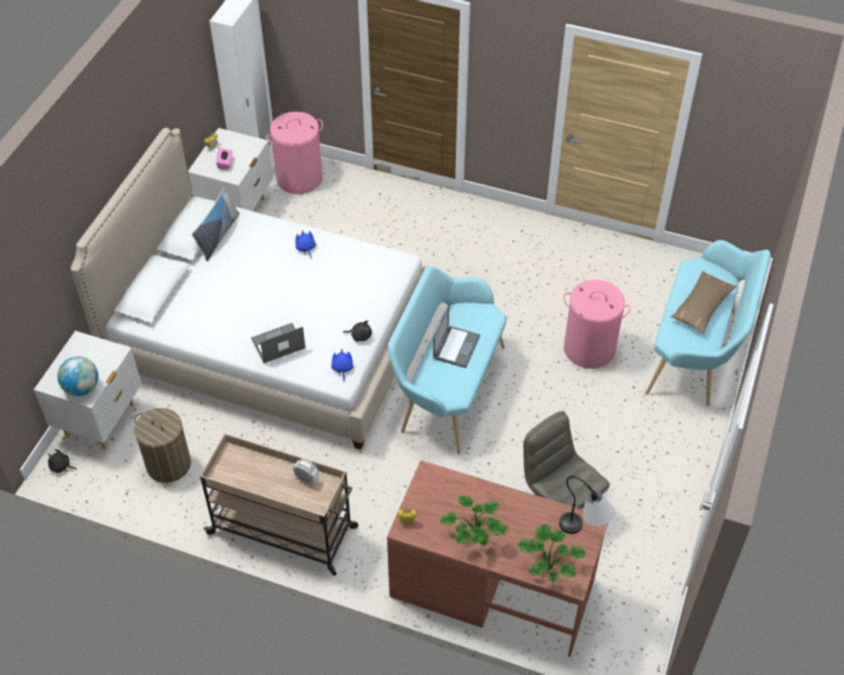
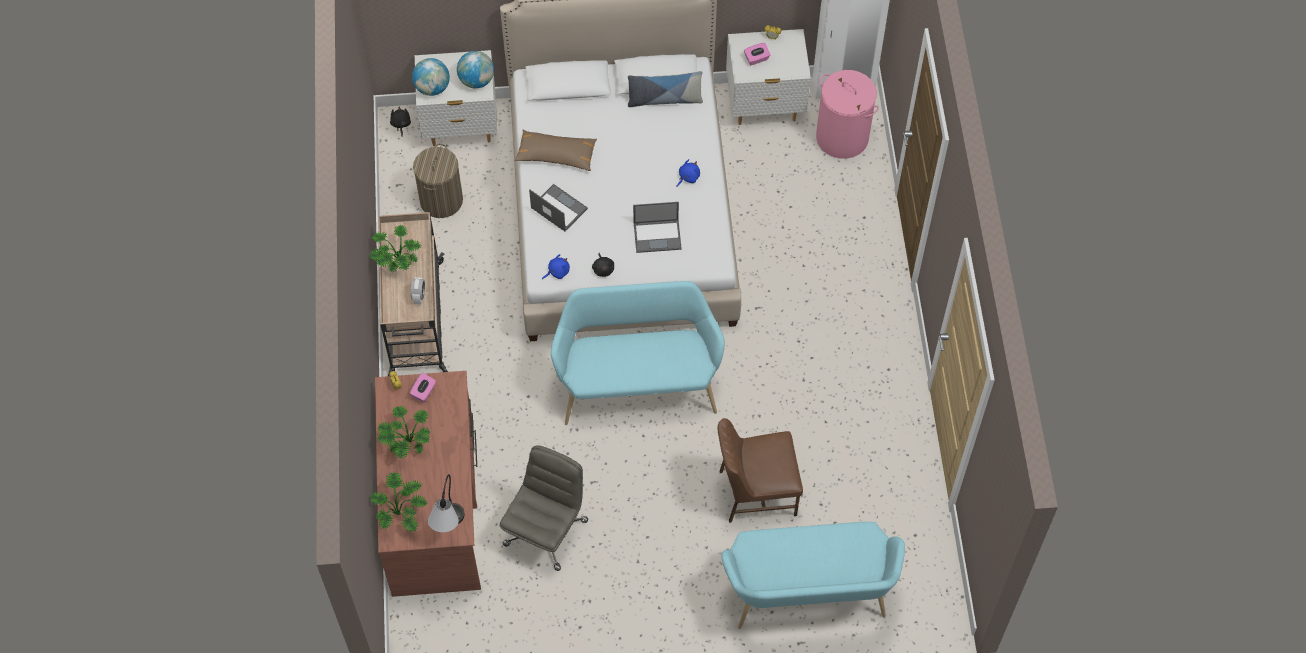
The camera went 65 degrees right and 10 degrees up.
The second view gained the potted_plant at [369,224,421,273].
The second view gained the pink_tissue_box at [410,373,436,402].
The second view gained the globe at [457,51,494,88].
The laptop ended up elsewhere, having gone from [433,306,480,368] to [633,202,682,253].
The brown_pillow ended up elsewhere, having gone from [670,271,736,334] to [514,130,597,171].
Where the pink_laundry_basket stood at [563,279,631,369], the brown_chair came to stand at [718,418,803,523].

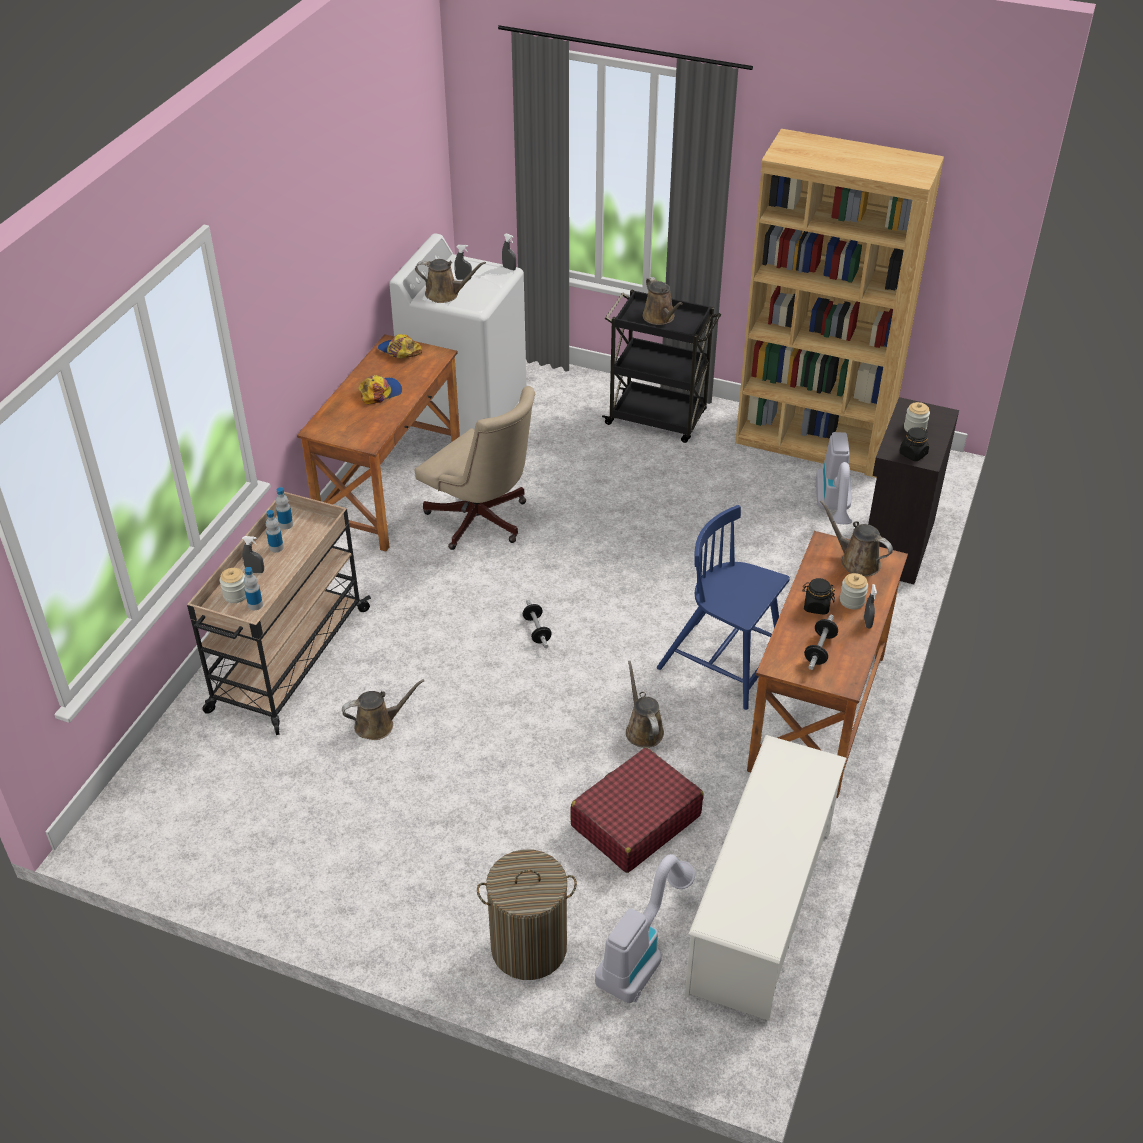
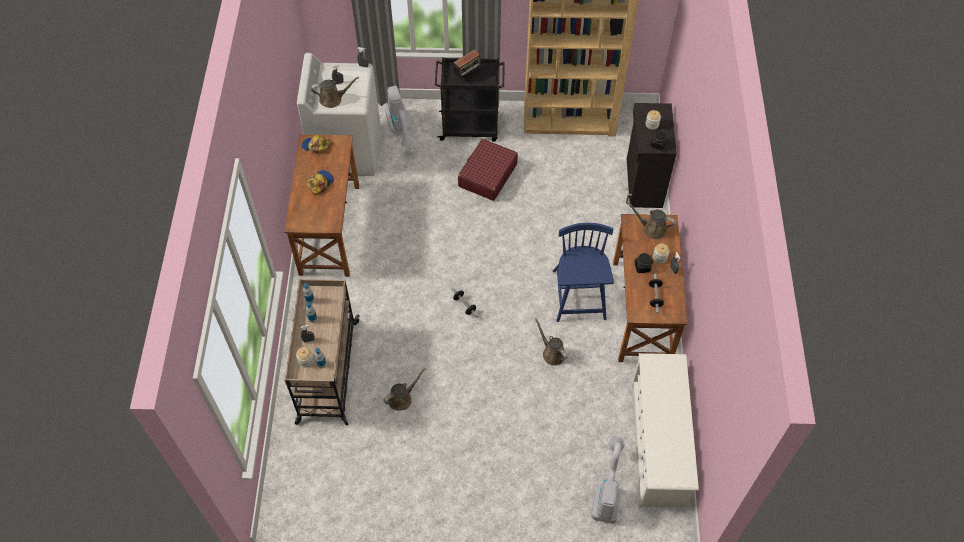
The camera went 20 degrees left and 15 degrees up.
The second view lost the beige_office_chair at [415,386,535,550].
The second view lost the laundry_basket at [477,849,577,980].
The red_suitcase ended up elsewhere, having gone from [570,747,704,873] to [458,139,518,201].
The vacuum_cleaner ended up elsewhere, having gone from [815,432,852,524] to [385,86,414,147].
Where the brown_watering_can stood at [643,277,683,325], the radio came to stand at [454,49,481,78].
The blue_chair at [657,505,790,710] ended up facing another way, 75 degrees clockwise from before.

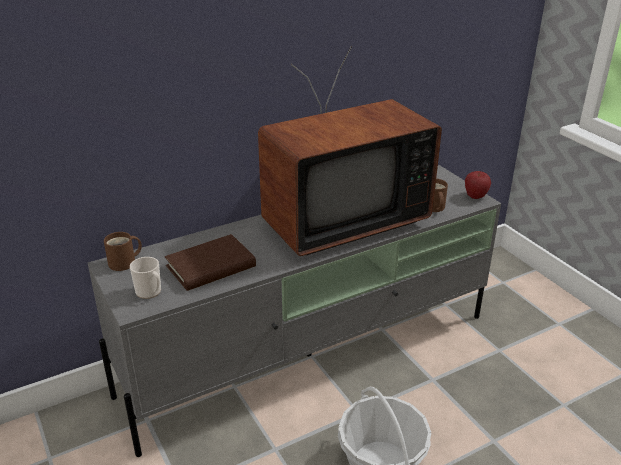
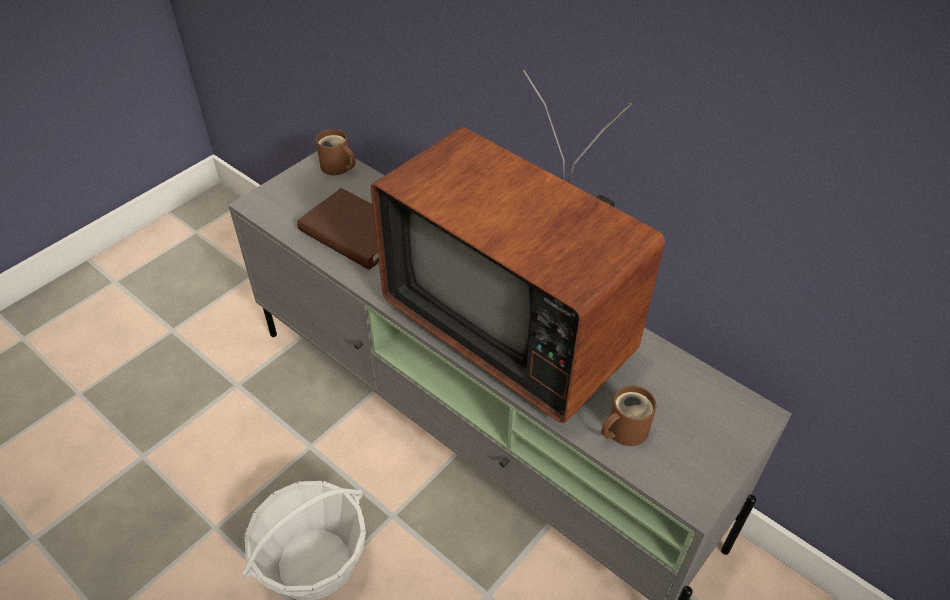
The camera went 70 degrees right and 15 degrees up.
The second view lost the mug at [130,257,161,299].
The second view lost the apple at [465,171,491,199].

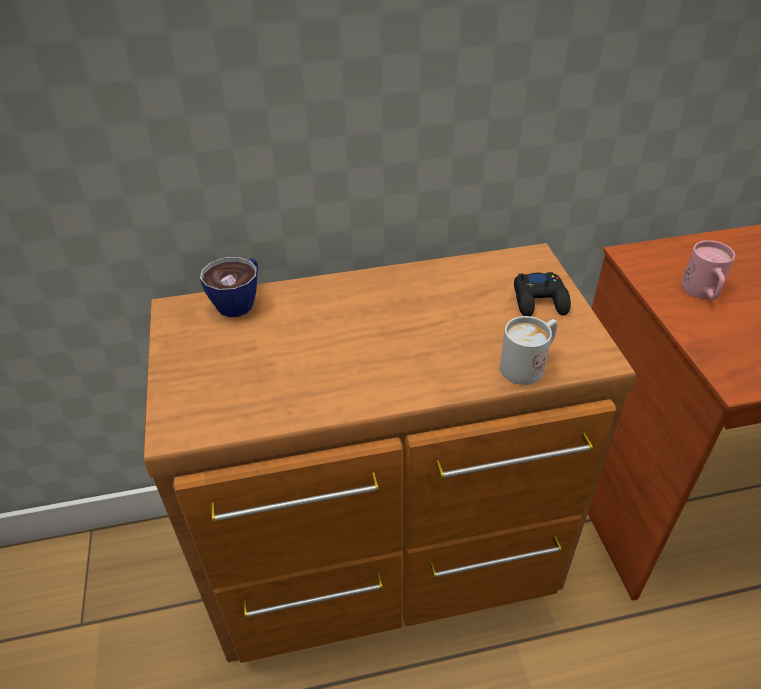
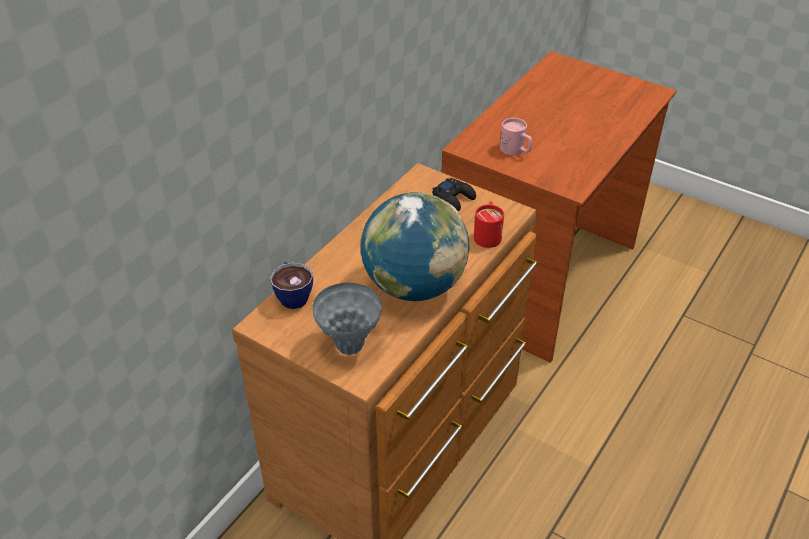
The camera went 45 degrees left and 0 degrees up.
The second view gained the grey_vase at [312,283,382,355].
The second view gained the globe at [361,192,469,301].
What was the white_mug at [500,316,557,385] turned into the red_mug at [474,201,504,248].

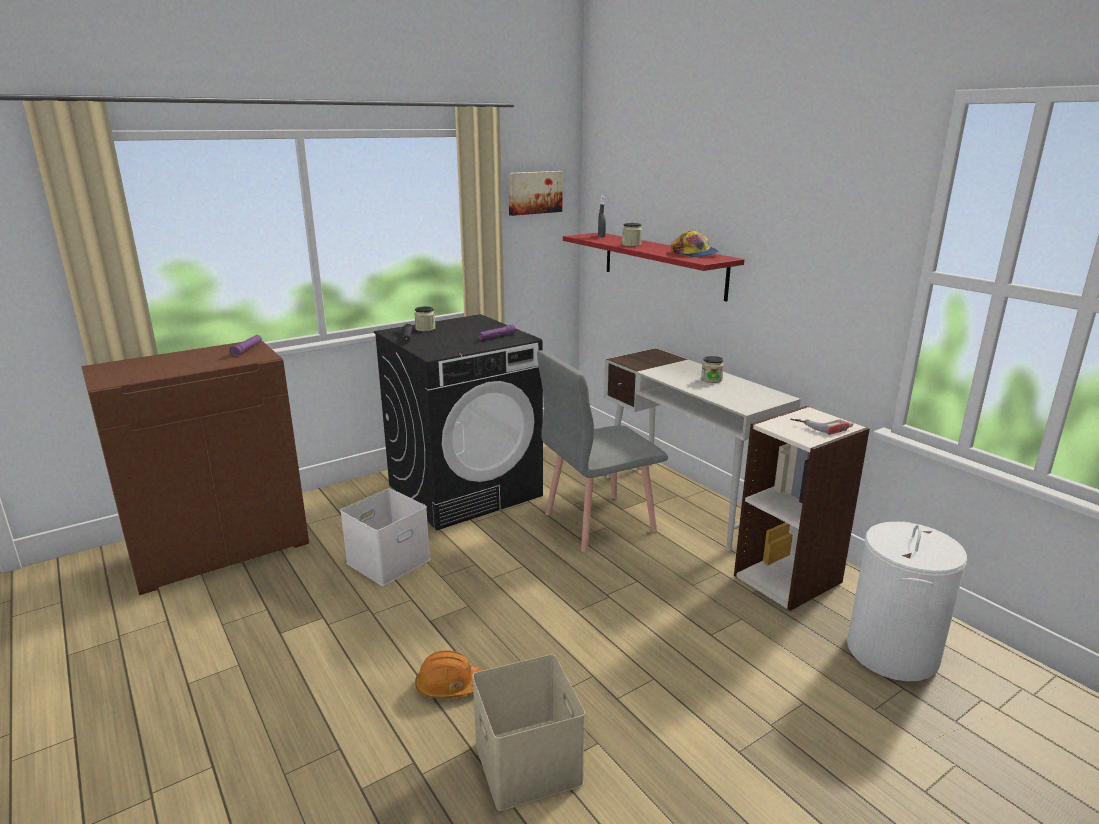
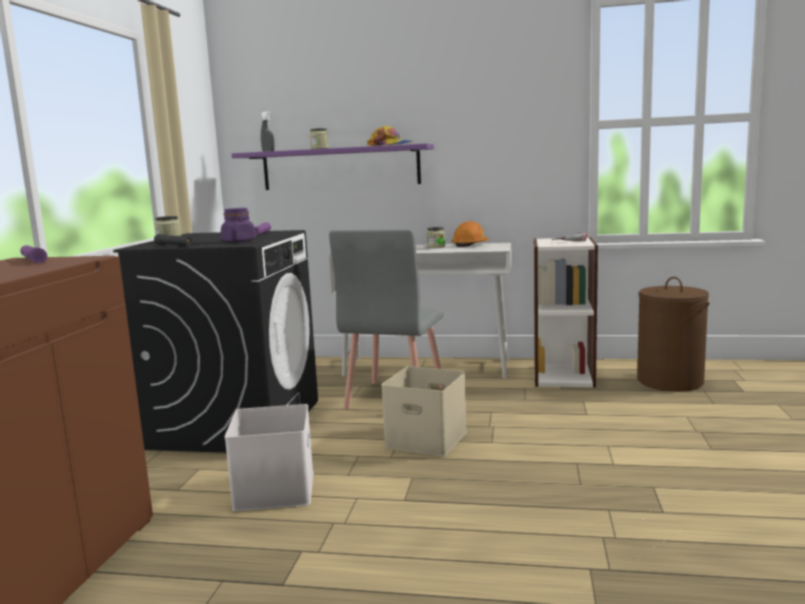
The camera went 45 degrees left and 10 degrees down.
The second view lost the picture at [508,171,563,216].
The second view gained the purple_jar at [221,208,256,242].
The orange_hard_hat ended up elsewhere, having gone from [415,650,481,698] to [451,221,489,247].
The beige_storage_box ended up elsewhere, having gone from [472,654,585,811] to [381,366,467,457].
What was the red_shelf at [563,233,744,302] turned into the purple_shelf at [231,143,434,190].
What was the white_laundry_basket at [847,522,967,681] turned into the brown_laundry_basket at [637,277,709,391].

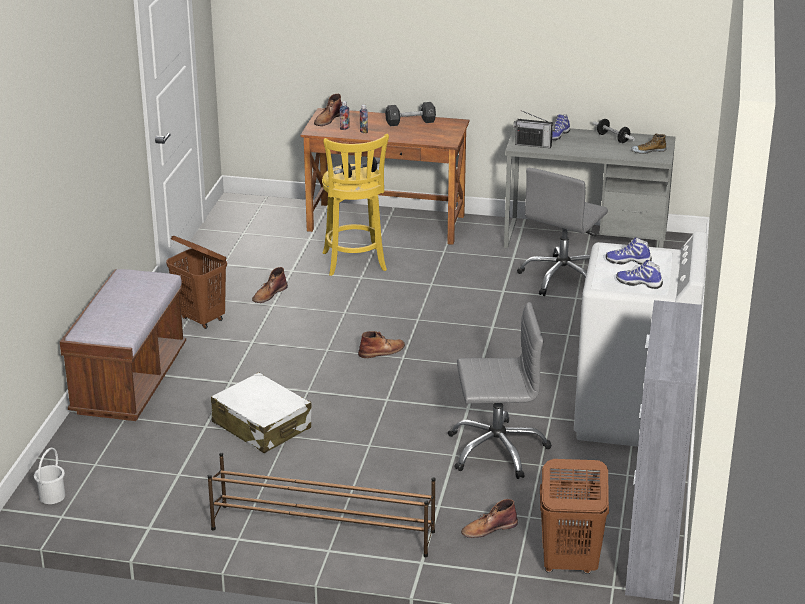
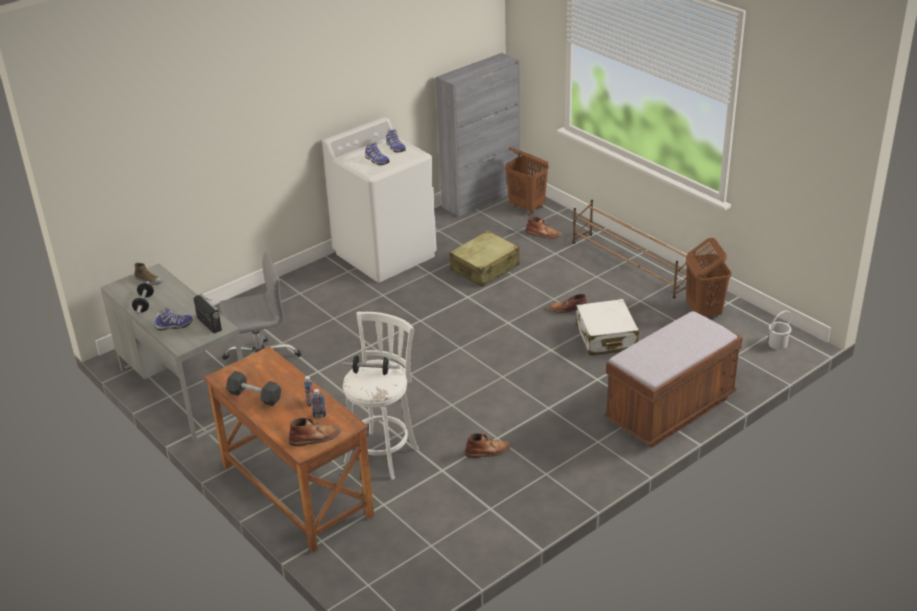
The camera went 140 degrees left and 5 degrees up.
The brown_laundry_basket ended up elsewhere, having gone from [166,235,227,329] to [686,238,731,317].
The brown_boot ended up elsewhere, having gone from [358,331,405,358] to [549,294,588,313].
Where the grey_office_chair stood at [448,302,552,479], the beige_suitcase came to stand at [450,231,520,287].
What was the yellow_stool at [322,134,389,276] turned into the white_stool at [343,311,419,480].

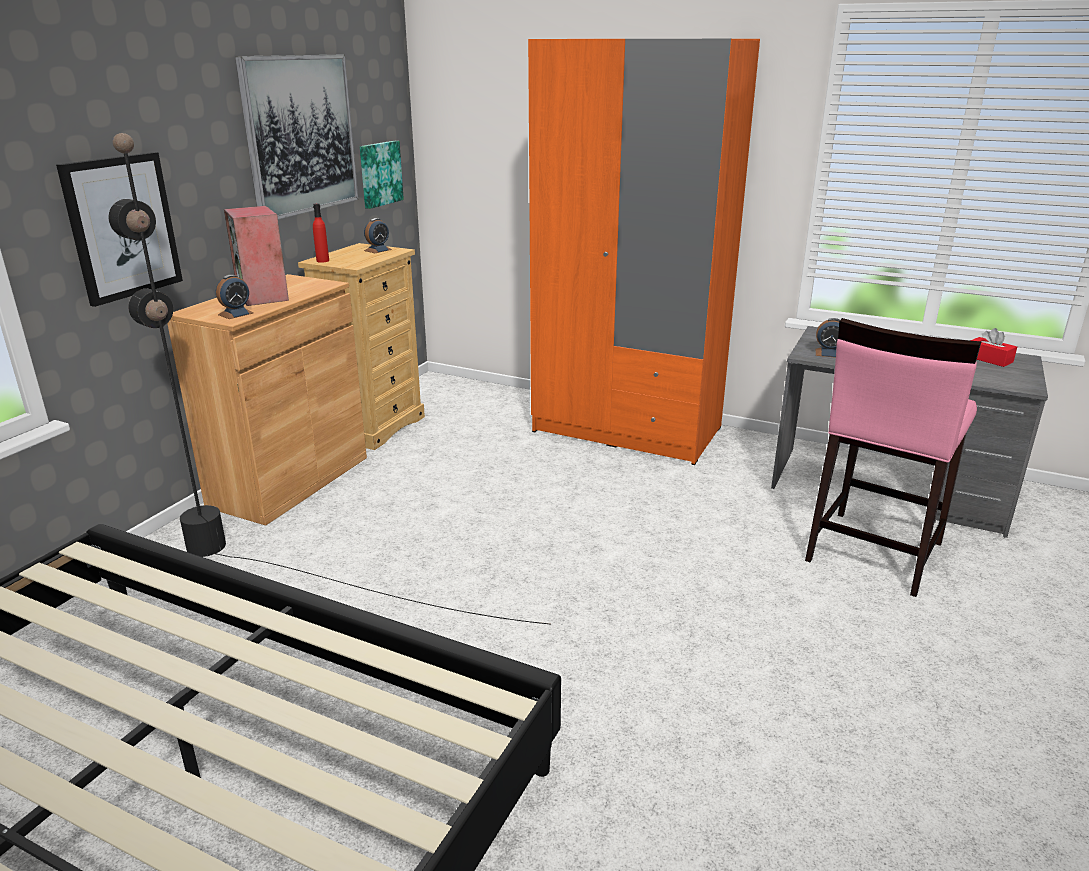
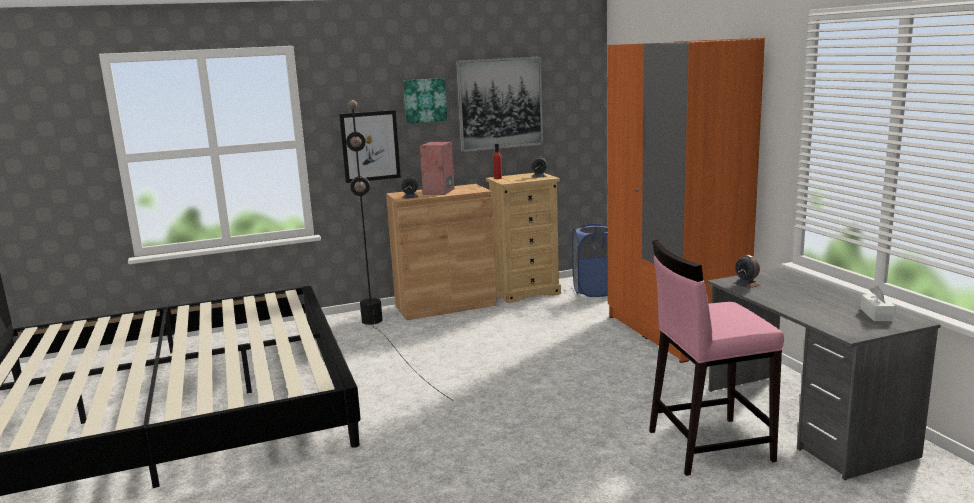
The camera went 45 degrees right and 10 degrees down.
The second view gained the blue_laundry_basket at [572,224,608,297].
The picture ended up elsewhere, having gone from [360,141,404,209] to [403,78,447,124].
What was the red_tissue_box at [970,328,1017,367] turned into the white_tissue_box at [860,285,896,321].

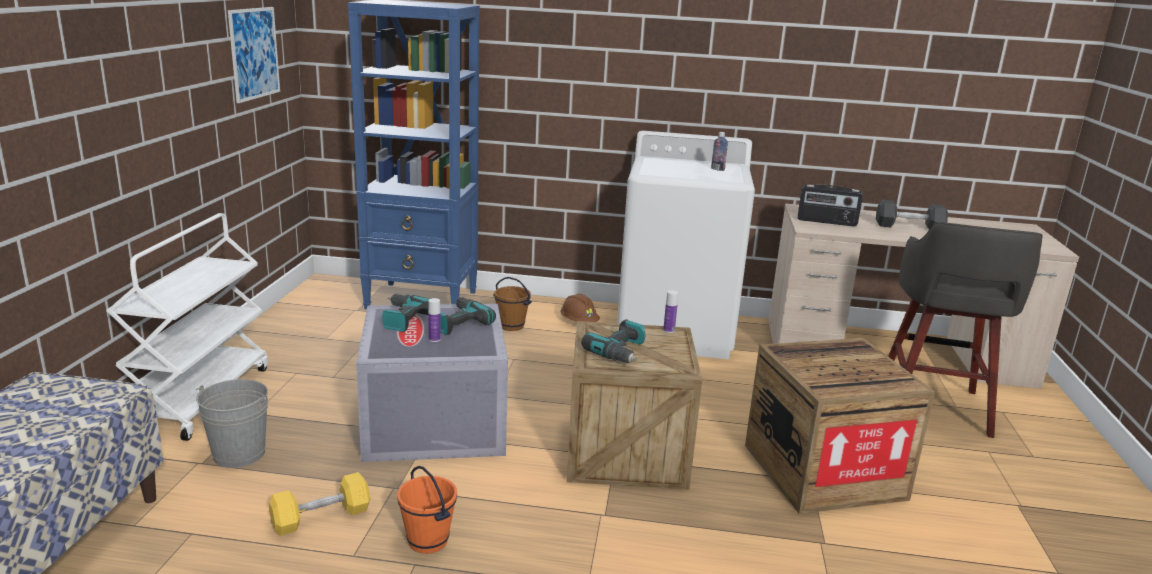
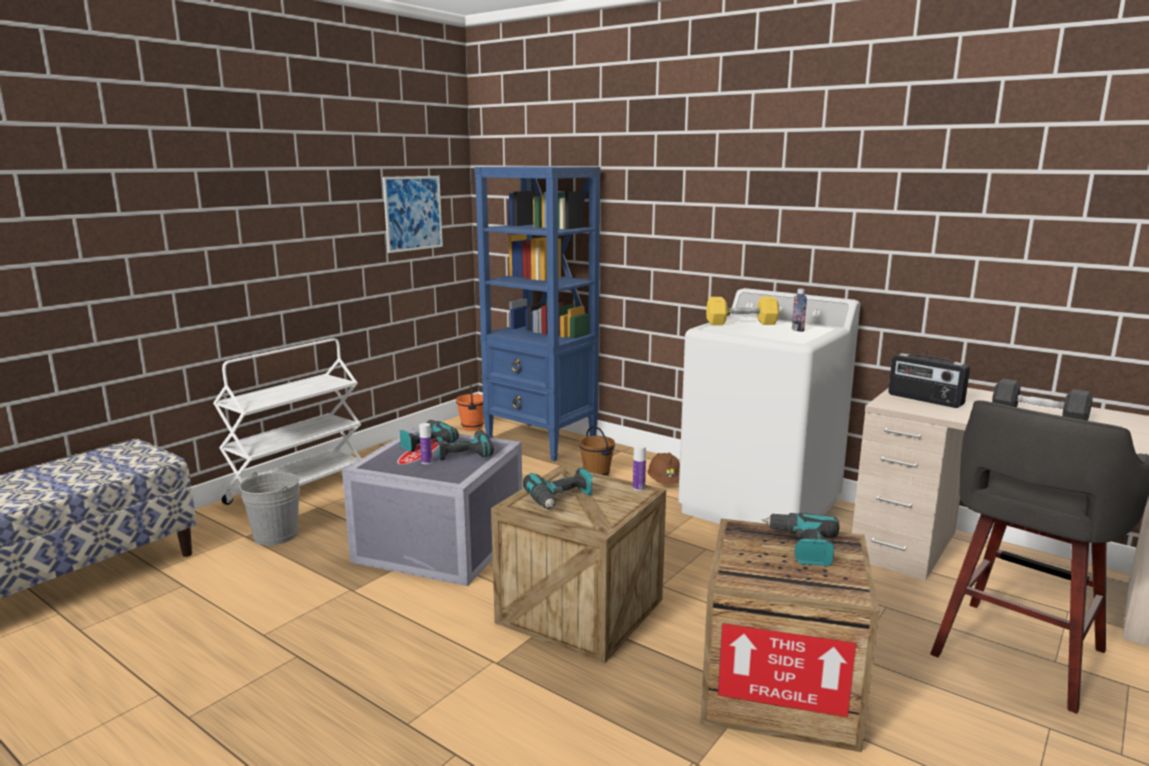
The camera went 30 degrees right and 5 degrees down.
The second view gained the power_drill at [762,513,839,567].
The yellow_dumbbell ended up elsewhere, having gone from [269,472,370,536] to [706,296,779,325].
The orange_bucket ended up elsewhere, having gone from [397,466,457,554] to [456,385,484,431].

